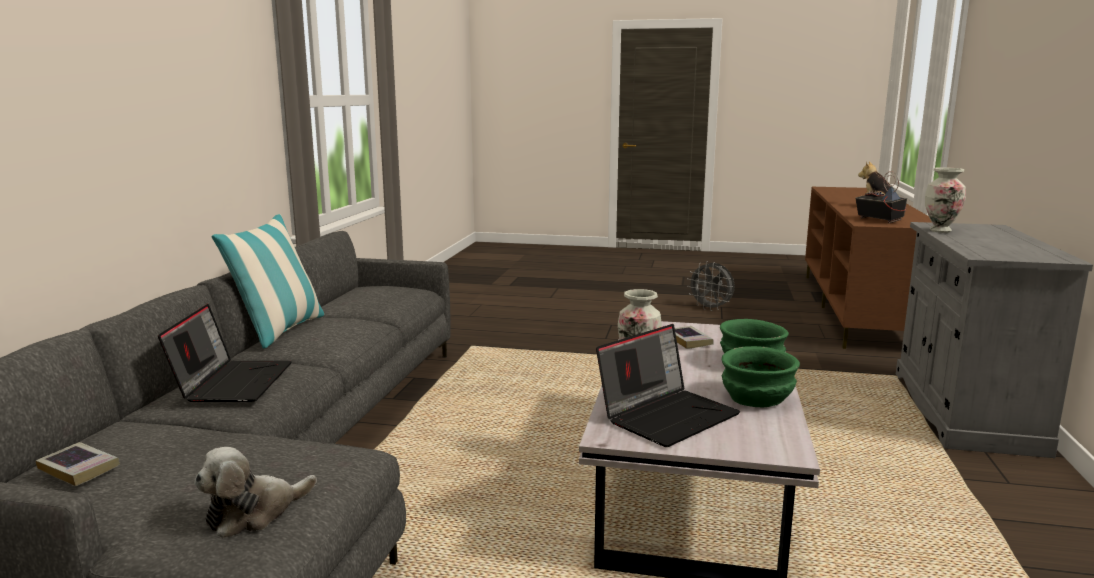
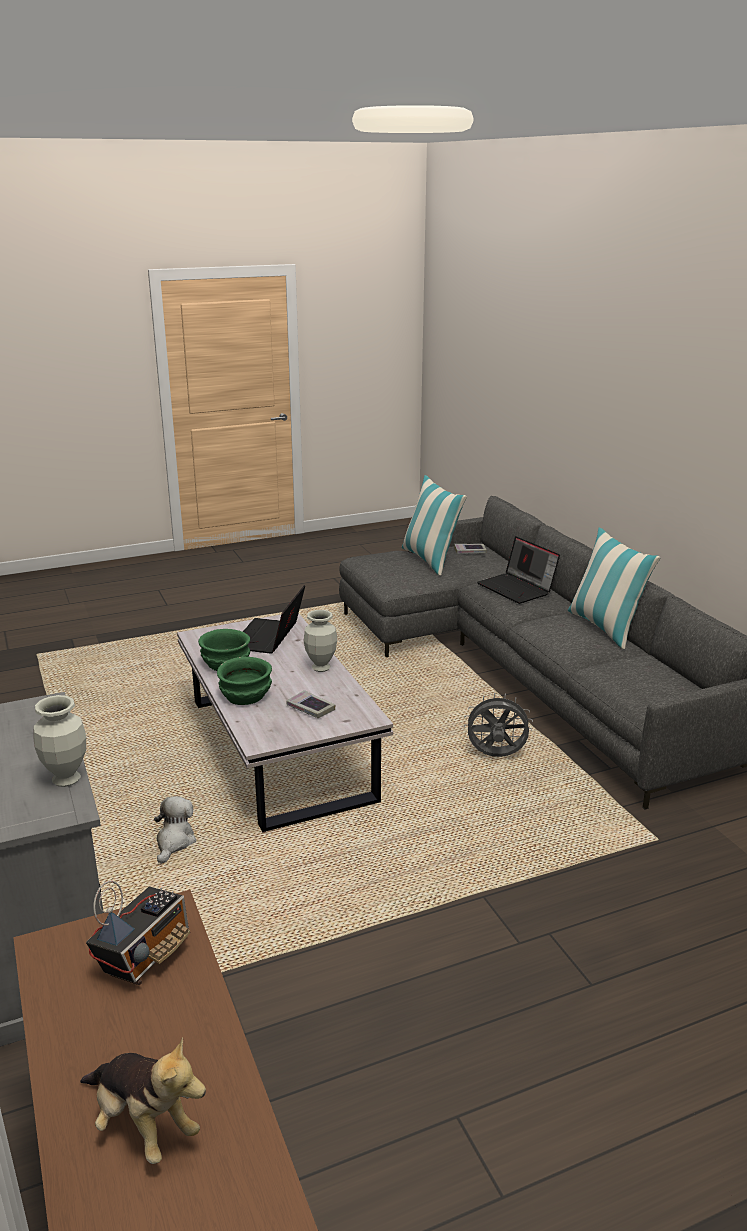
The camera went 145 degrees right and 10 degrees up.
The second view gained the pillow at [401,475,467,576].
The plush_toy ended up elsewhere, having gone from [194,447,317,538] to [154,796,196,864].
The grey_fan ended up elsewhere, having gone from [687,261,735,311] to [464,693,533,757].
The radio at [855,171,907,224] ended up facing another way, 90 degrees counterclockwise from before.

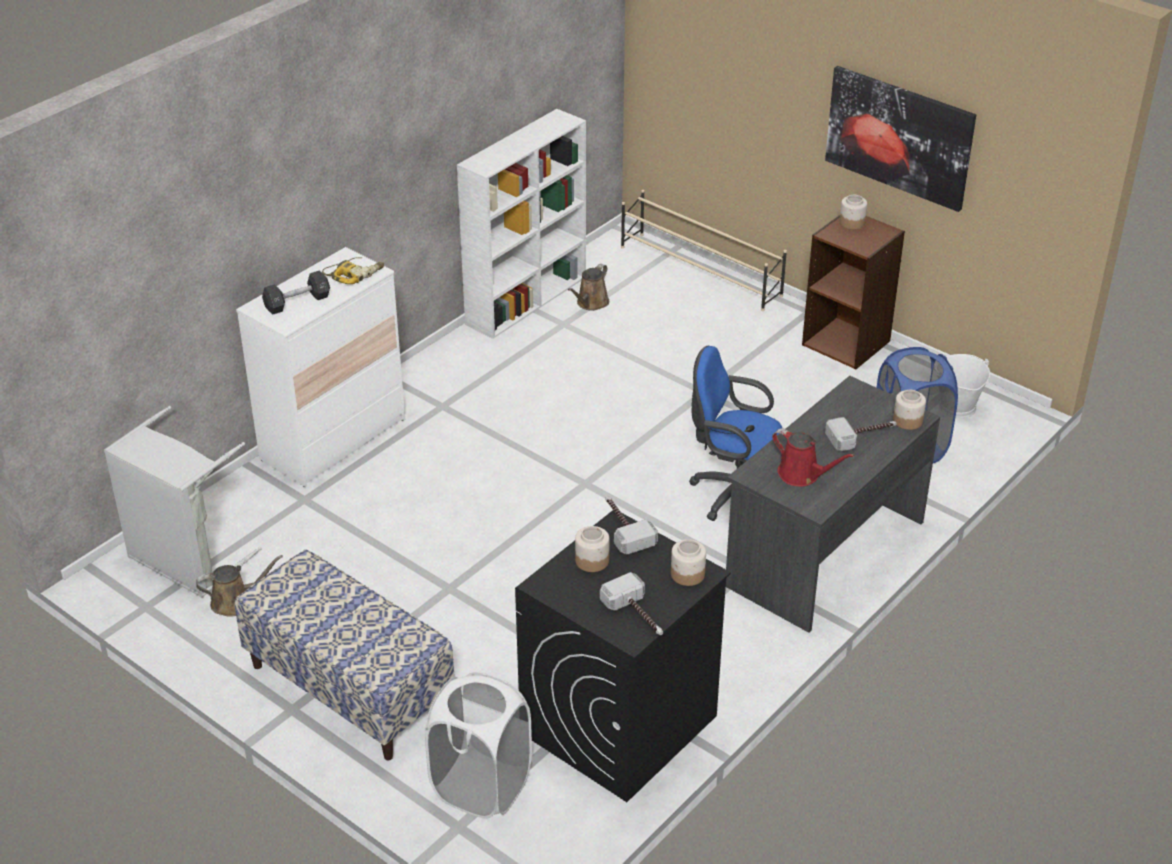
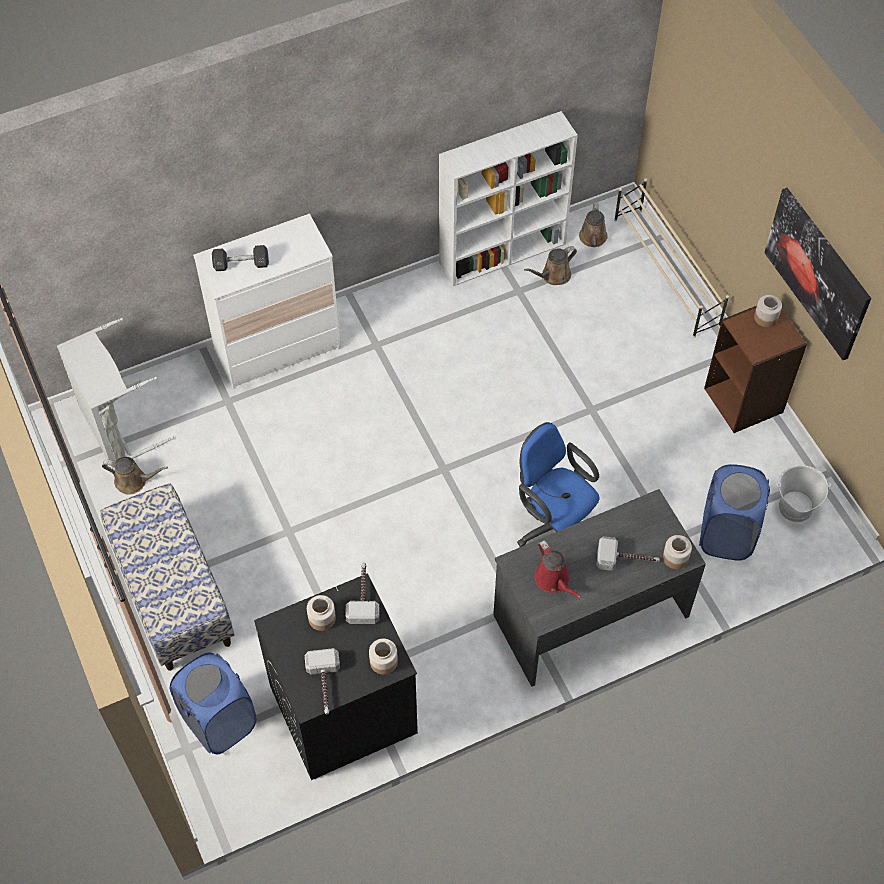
The camera went 25 degrees right and 20 degrees up.
The second view lost the power_drill at [322,257,384,284].
The second view gained the brown_watering_can at [579,203,608,247].
What was the white_laundry_basket at [425,672,532,819] turned into the blue_laundry_basket at [169,653,257,754].

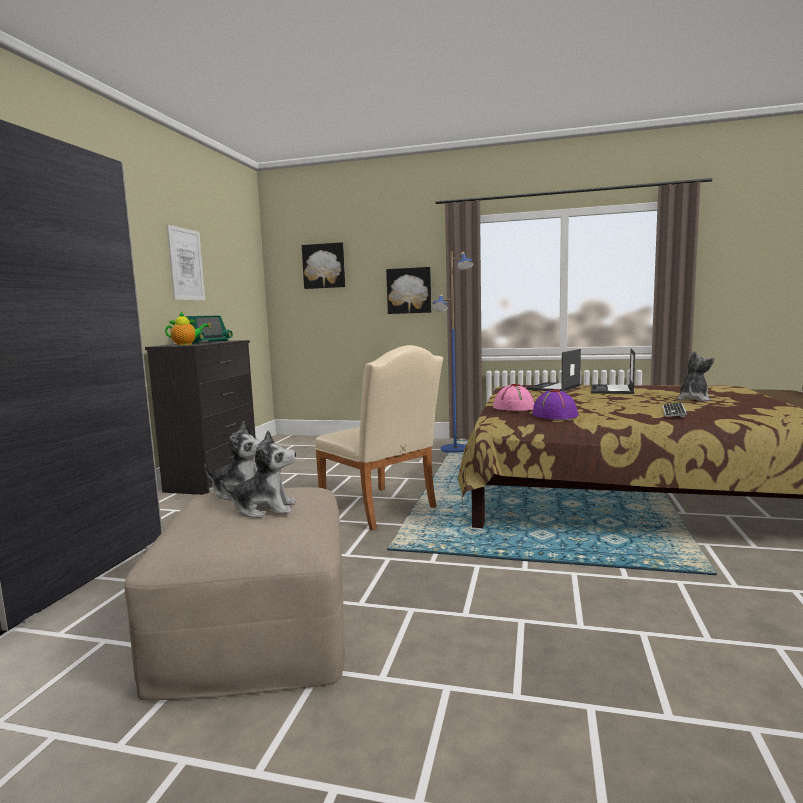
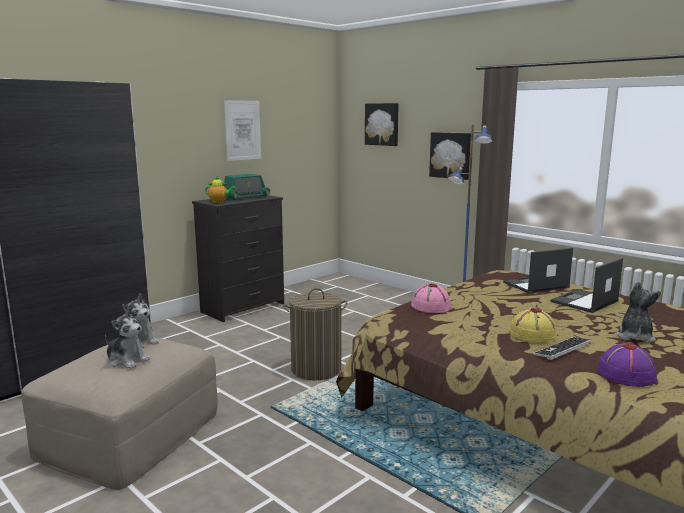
The camera went 30 degrees right and 5 degrees up.
The second view gained the yellow_hat at [509,308,557,343].
The purple_hat ended up elsewhere, having gone from [532,389,579,420] to [598,343,657,387].
Where the beige_chair stood at [315,345,443,530], the laundry_basket came to stand at [283,288,347,380].
The plush_toy at [677,351,714,402] ended up facing another way, 45 degrees counterclockwise from before.

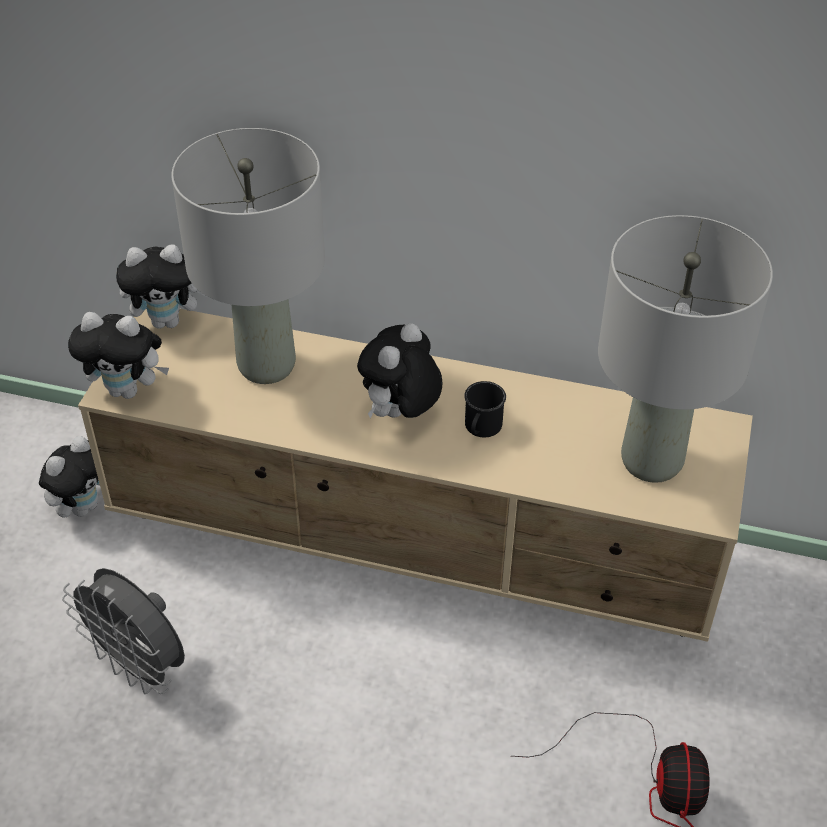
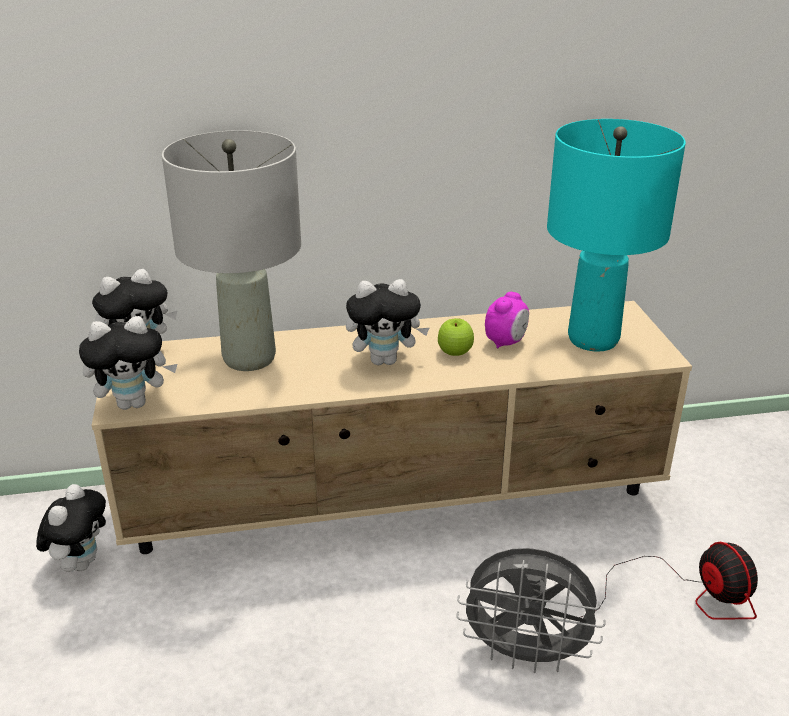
The camera went 25 degrees left and 15 degrees down.
The second view gained the alarm_clock at [485,292,529,349].
The grey_fan ended up elsewhere, having gone from [62,568,185,694] to [456,548,606,673].
Where the black_mug stood at [464,381,506,437], the apple came to stand at [438,318,474,356].
What was the grey_table_lamp at [598,215,773,483] turned into the turquoise_table_lamp at [547,119,686,351].
The plush_toy at [357,323,443,418] ended up facing another way, 105 degrees counterclockwise from before.

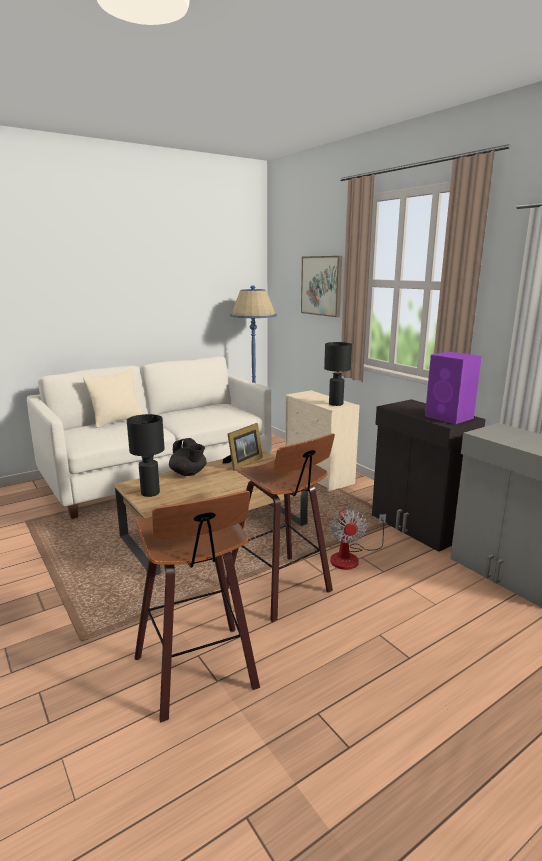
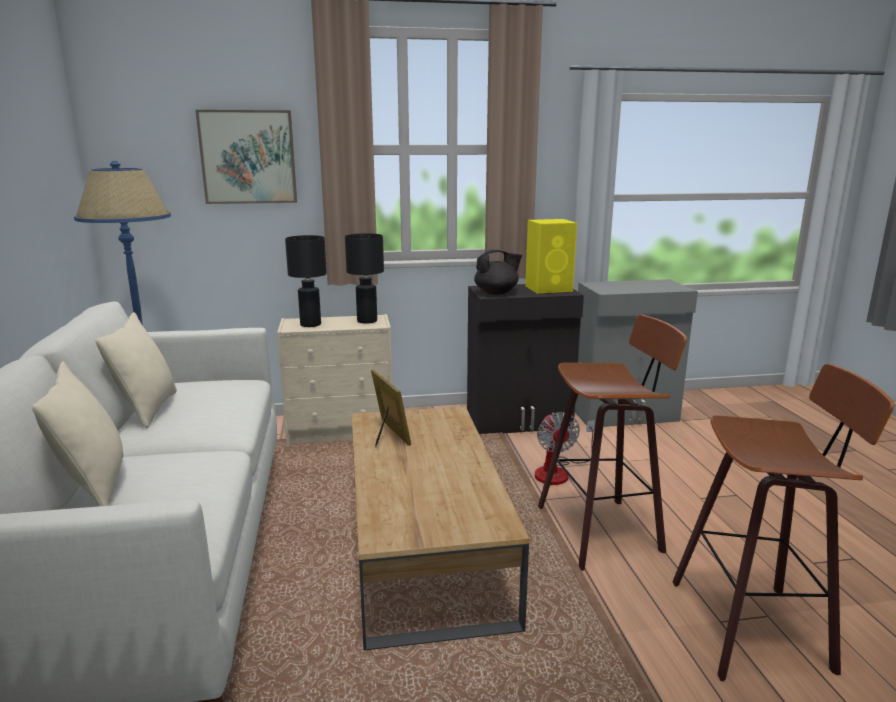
The camera went 65 degrees left and 0 degrees up.
The second view gained the beige_pillow at [96,312,177,428].
The black_table_lamp ended up elsewhere, having gone from [127,414,165,497] to [285,235,327,327].
The black_teapot ended up elsewhere, having gone from [169,438,207,476] to [474,250,522,295].
What was the purple_speaker at [425,351,482,424] turned into the yellow_speaker at [525,219,577,293].
The fan at [330,508,386,570] ended up facing another way, 60 degrees clockwise from before.

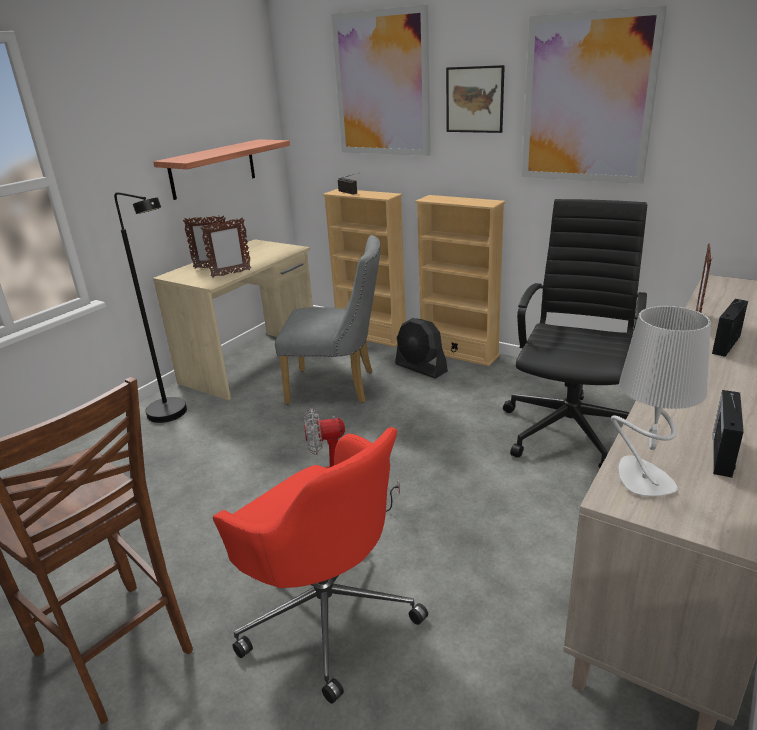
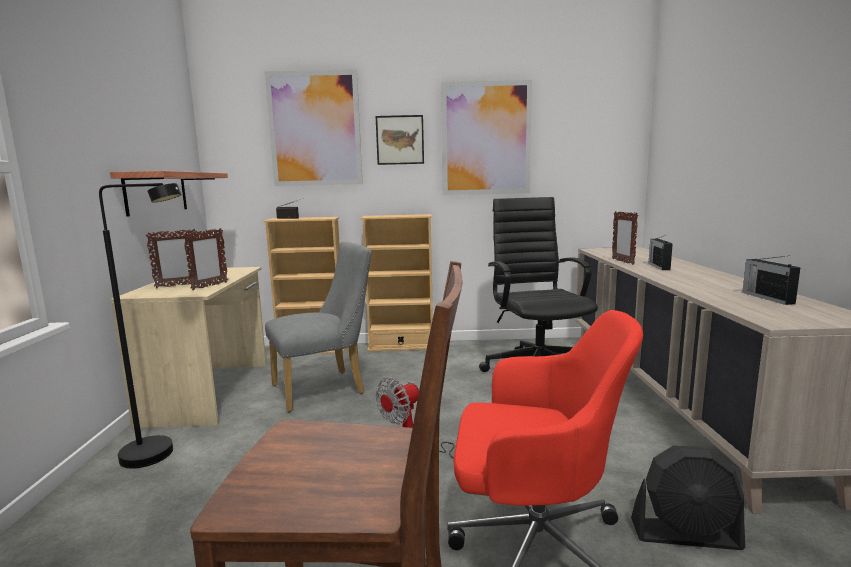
The camera went 35 degrees left and 15 degrees down.
The second view lost the grey_table_lamp at [611,306,711,496].
The black_fan ended up elsewhere, having gone from [395,318,448,379] to [631,446,745,550].

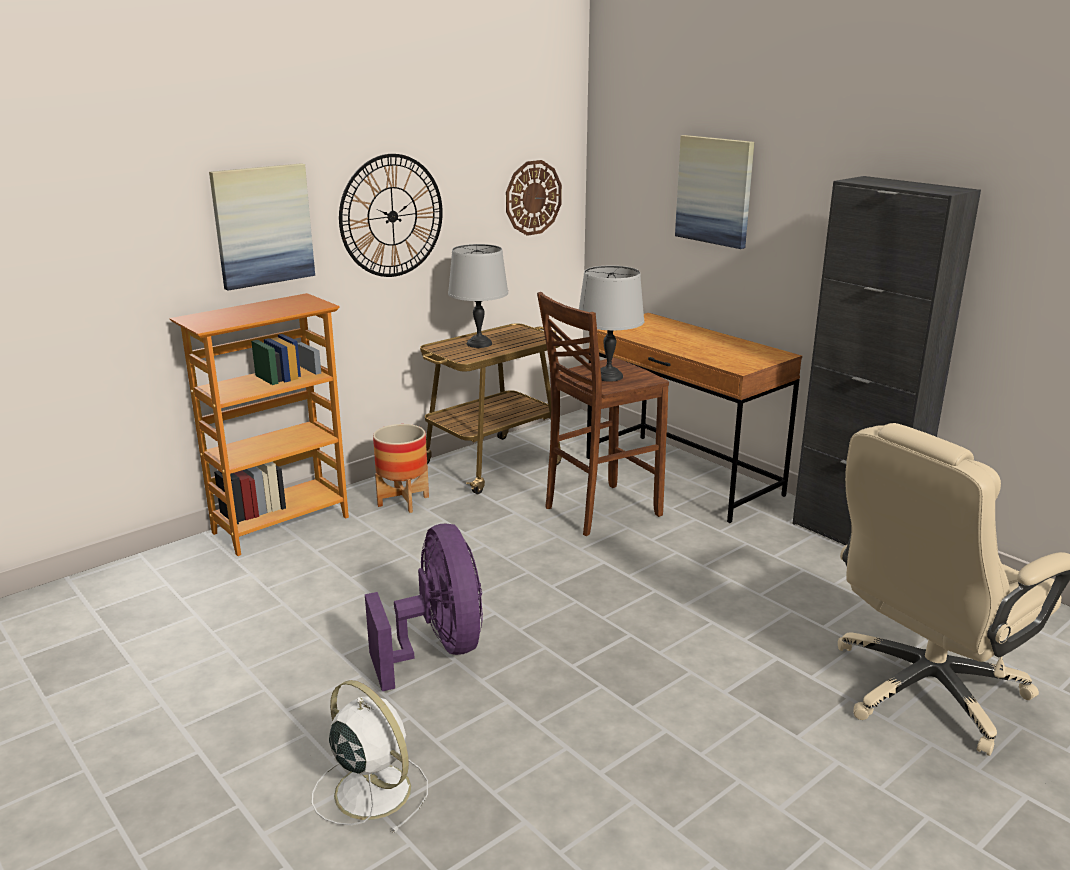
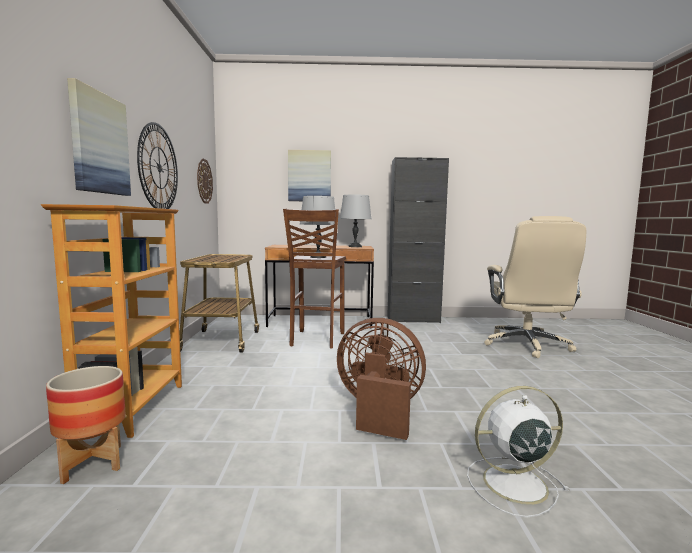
The camera went 50 degrees left and 15 degrees down.
The planter ended up elsewhere, having gone from [373,424,429,513] to [46,366,126,484].
The grey_table_lamp ended up elsewhere, having gone from [448,244,508,348] to [340,195,371,247].
What was the purple_fan at [365,524,483,691] turned into the brown_fan at [337,318,426,440].

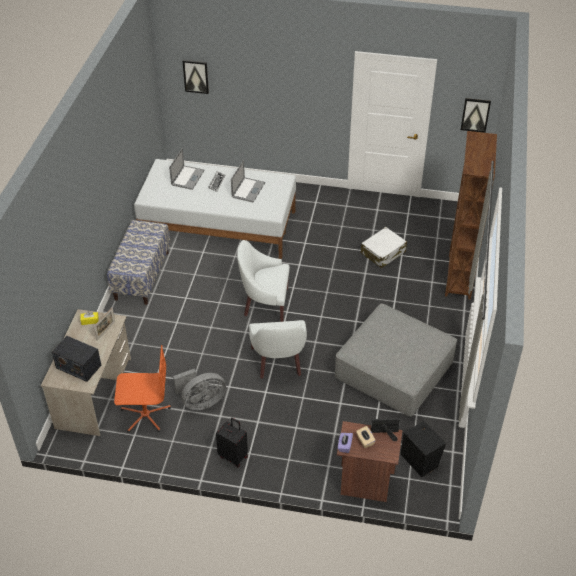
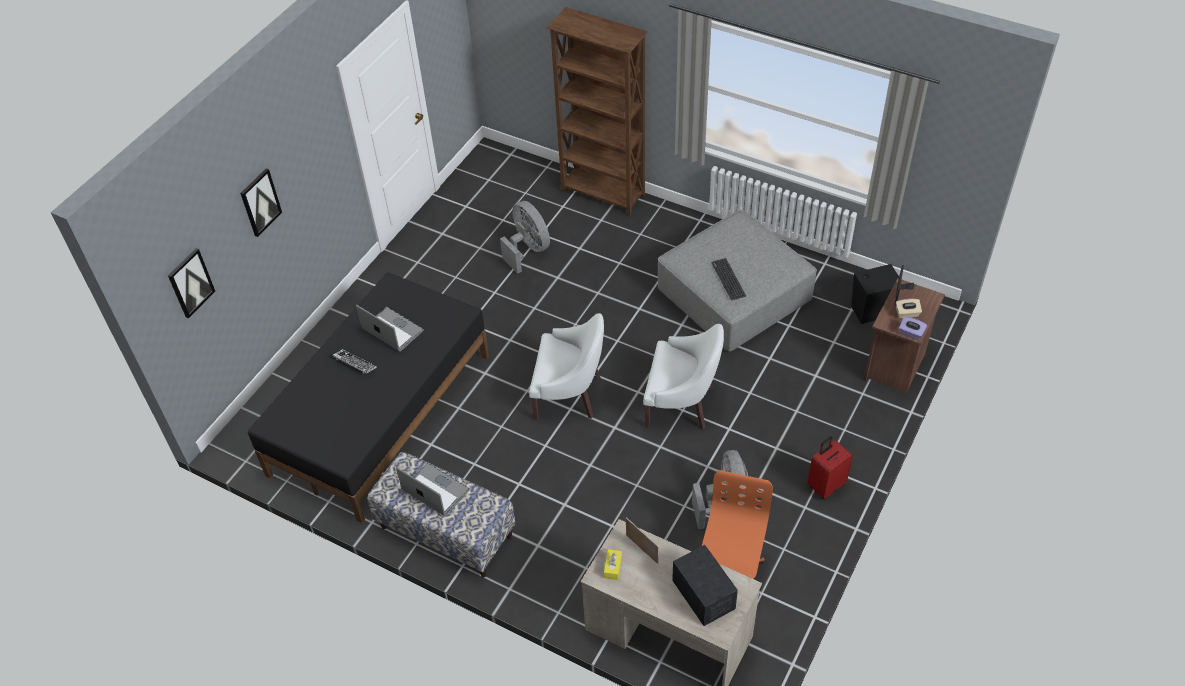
The camera went 70 degrees left and 5 degrees up.
The second view gained the keyboard at [711,258,746,300].
The laptop ended up elsewhere, having gone from [169,148,205,190] to [396,463,470,516].
The picture ended up elsewhere, having gone from [461,98,491,133] to [240,168,282,237].
Where the white_suitcase stood at [361,227,407,268], the grey_fan came to stand at [500,201,550,274].
What was the white_bed at [134,159,296,259] turned into the black_bed at [248,272,489,523].
What was the black_suitcase at [216,418,248,467] turned into the red_suitcase at [807,436,853,500].
The radio at [52,336,101,382] ended up facing another way, 75 degrees counterclockwise from before.
The white_armchair at [237,240,290,322] ended up facing another way, 105 degrees counterclockwise from before.

